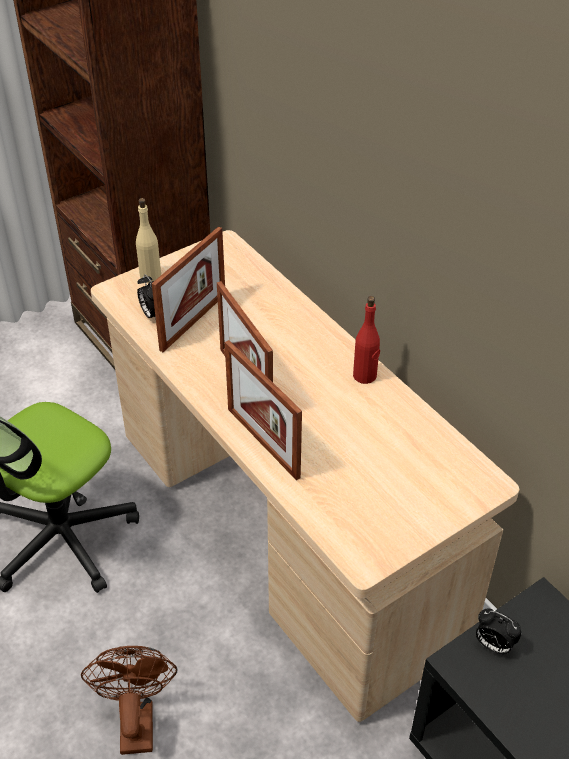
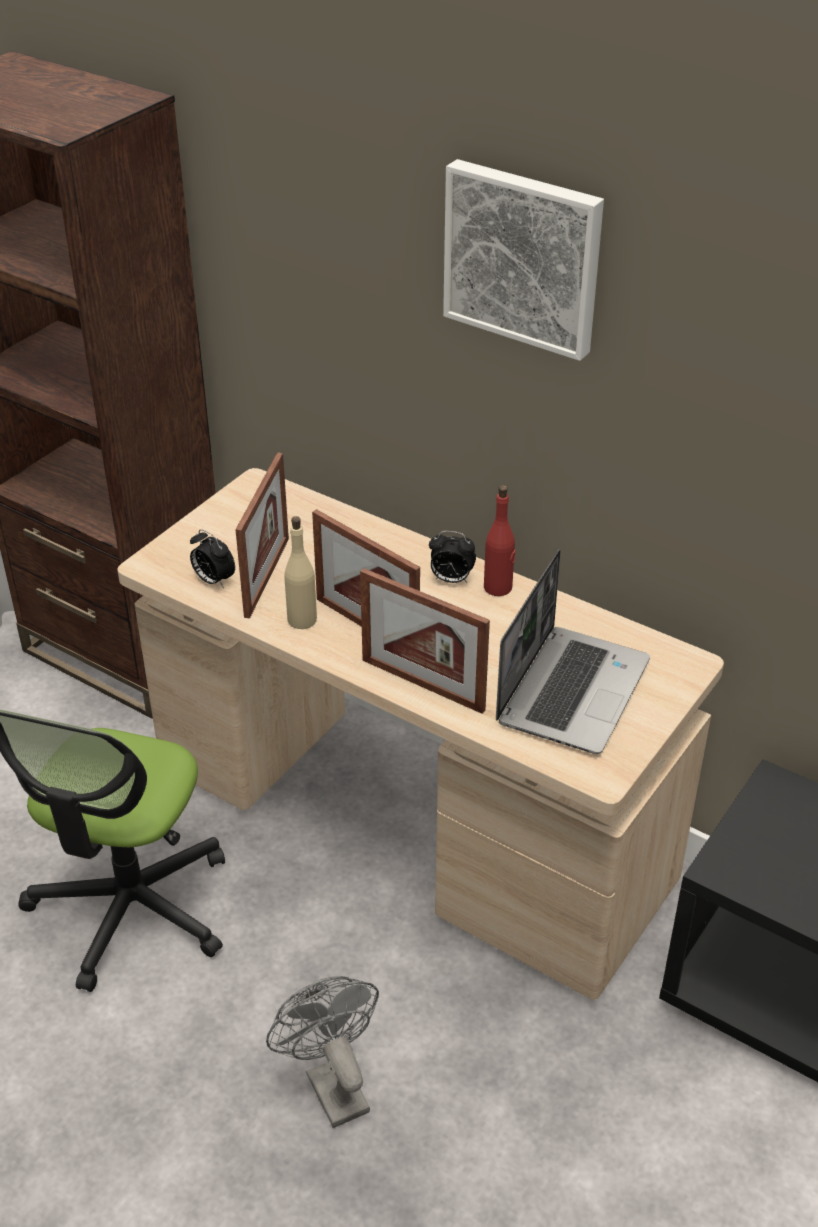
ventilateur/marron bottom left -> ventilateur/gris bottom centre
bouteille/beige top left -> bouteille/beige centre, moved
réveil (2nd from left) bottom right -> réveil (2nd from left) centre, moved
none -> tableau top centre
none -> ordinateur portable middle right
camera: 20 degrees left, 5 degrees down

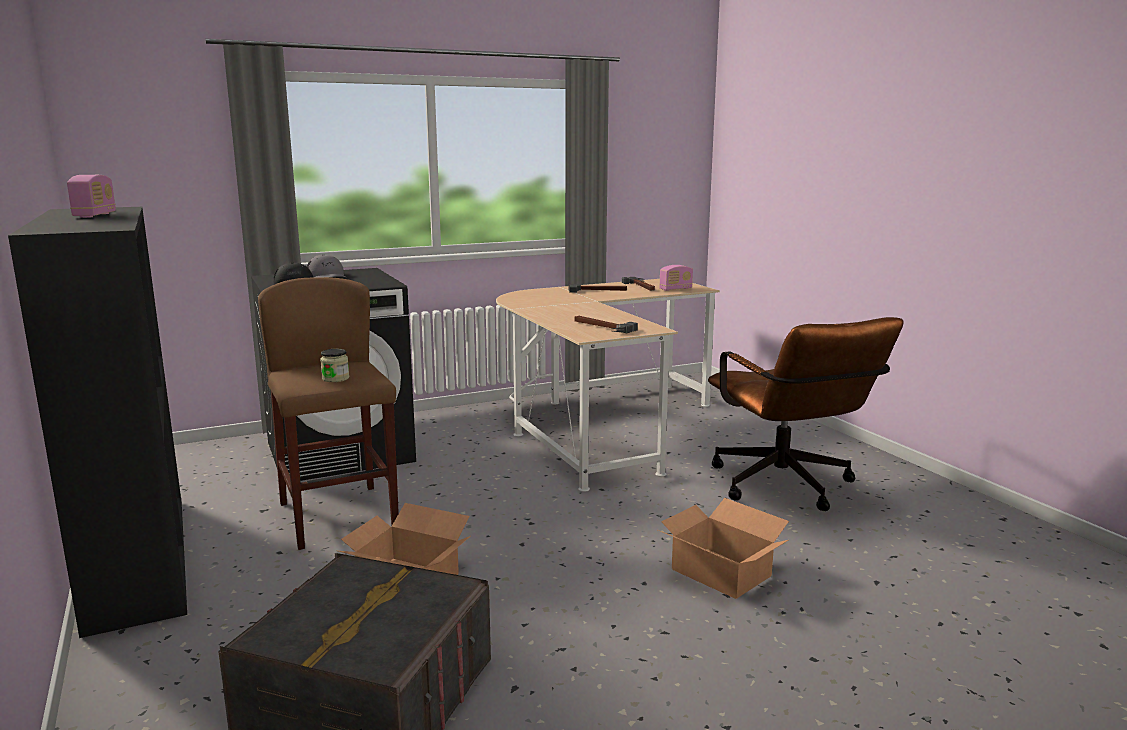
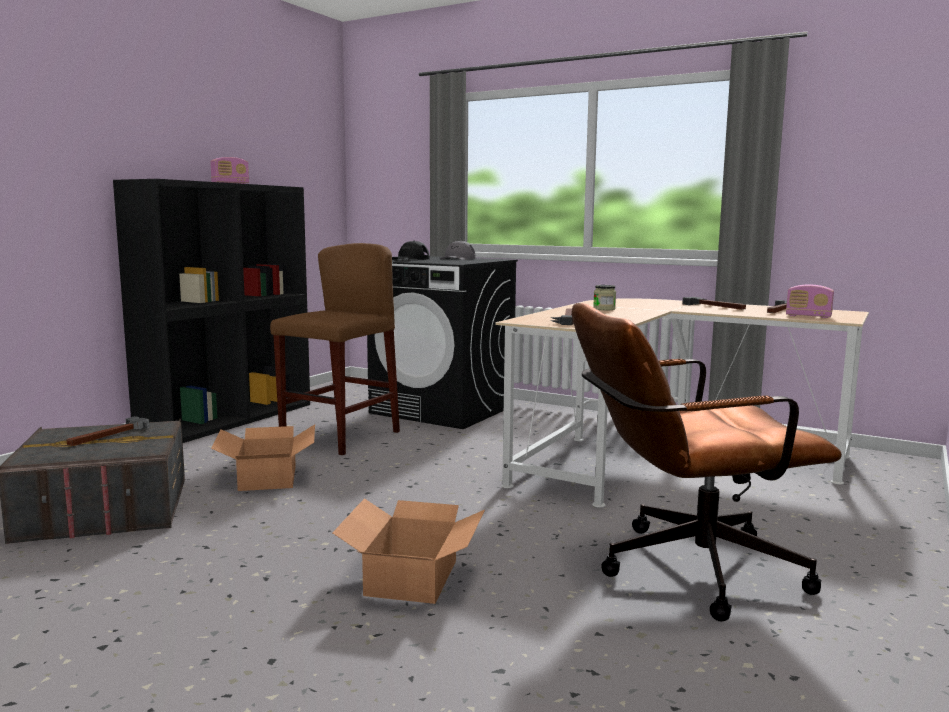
bocal middle left -> bocal centre, moved
chaise de bureau/marron middle right, 45 degrees clockwise
none -> marteau (1st from left) middle left
camera: 55 degrees right, 5 degrees down

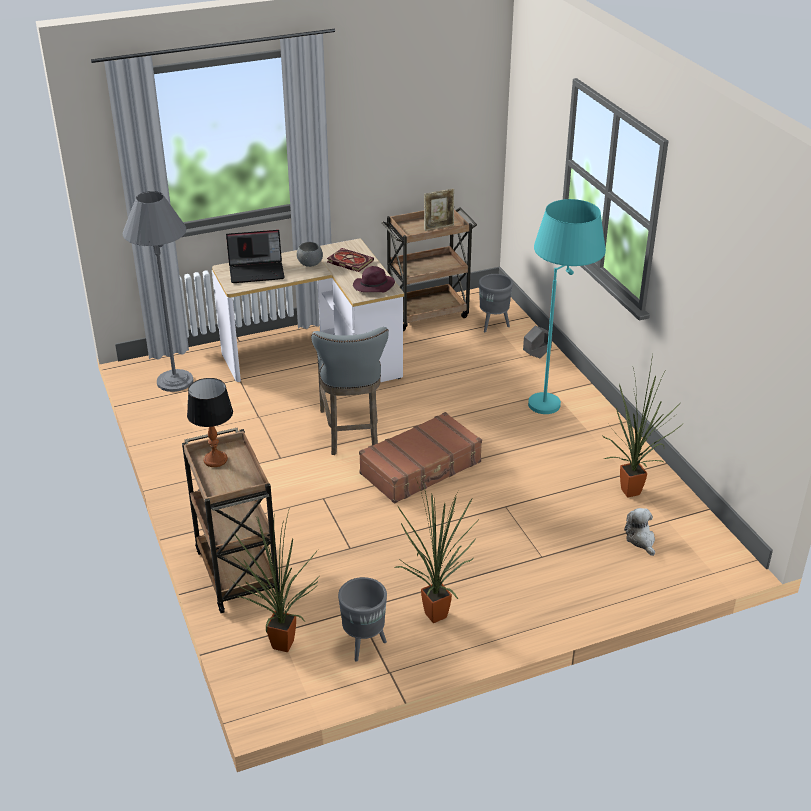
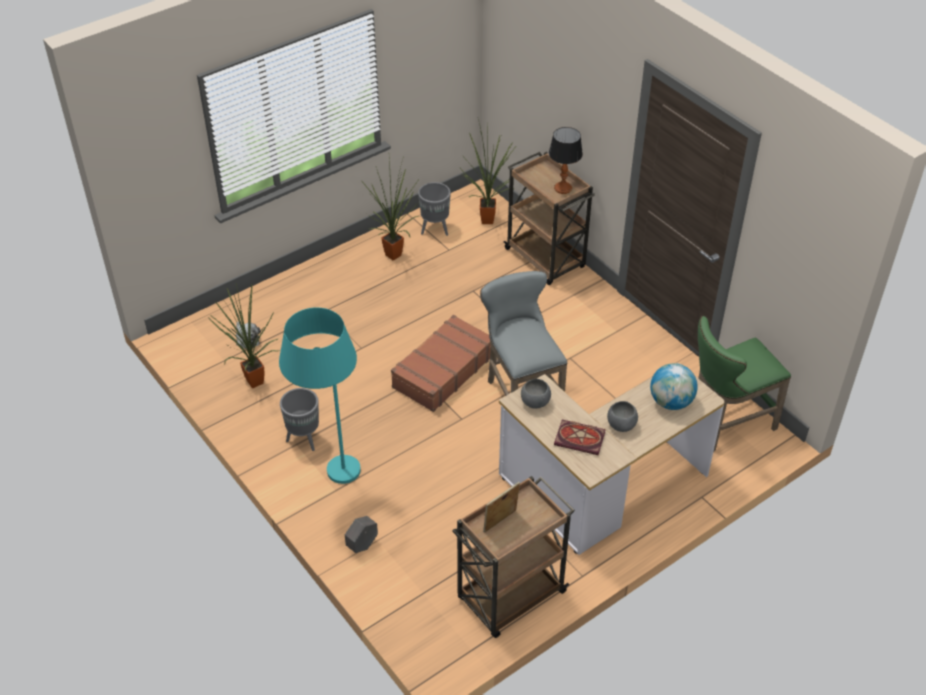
lampadaire/gris middle left -> tabouret/vert middle right
ordinateur portable top left -> globe middle right
chapeau/violet centre -> bol/gris (1st from left) centre
cache-pot/gris (2nd from left in the first image) centre -> cache-pot/gris (1st from left) middle left, moved
camera: 165 degrees right, 10 degrees up

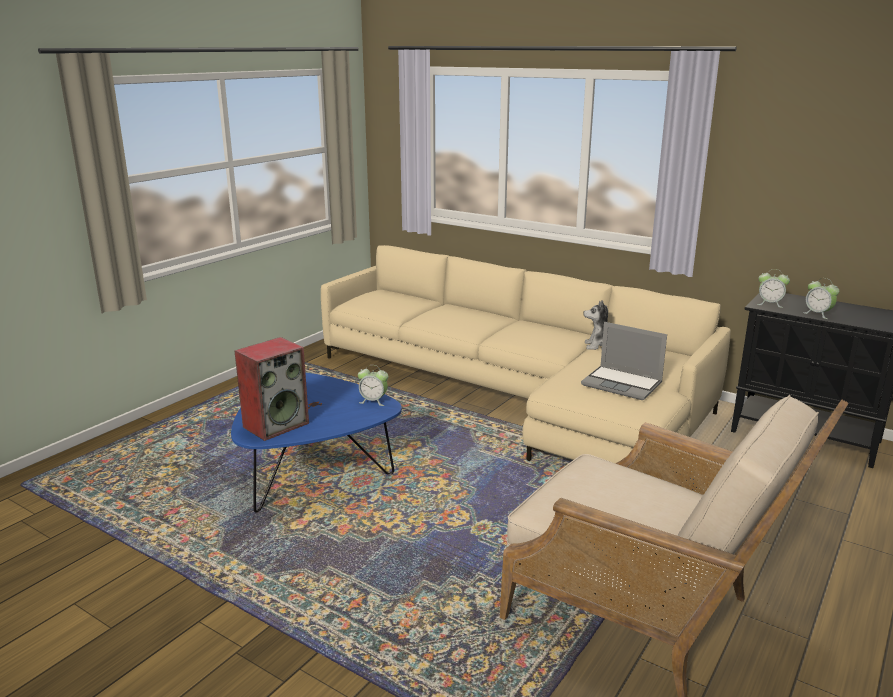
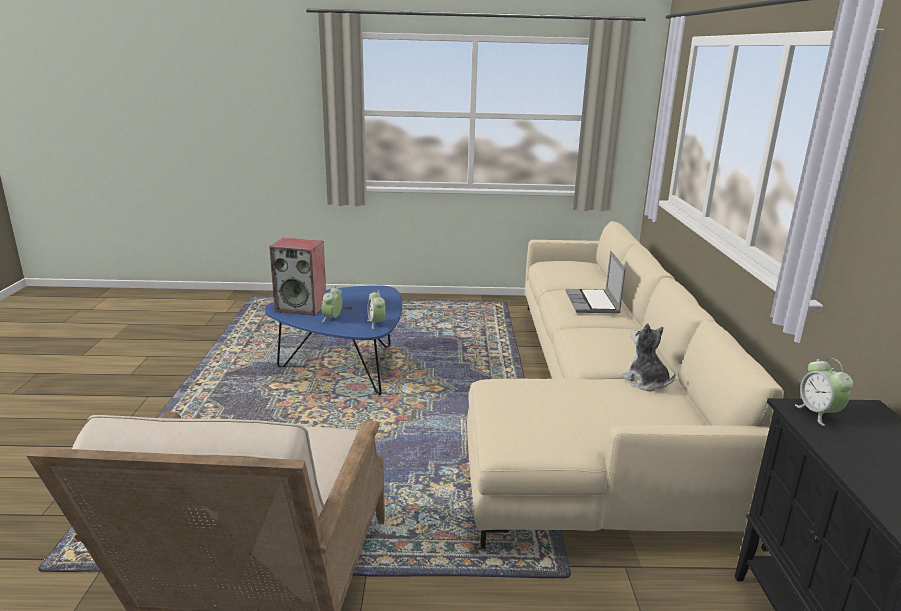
ordinateur portable middle right -> ordinateur portable centre, moved
réveil (3rd from left in the first image) middle right -> réveil (1st from left) centre, moved
camera: 55 degrees right, 0 degrees up

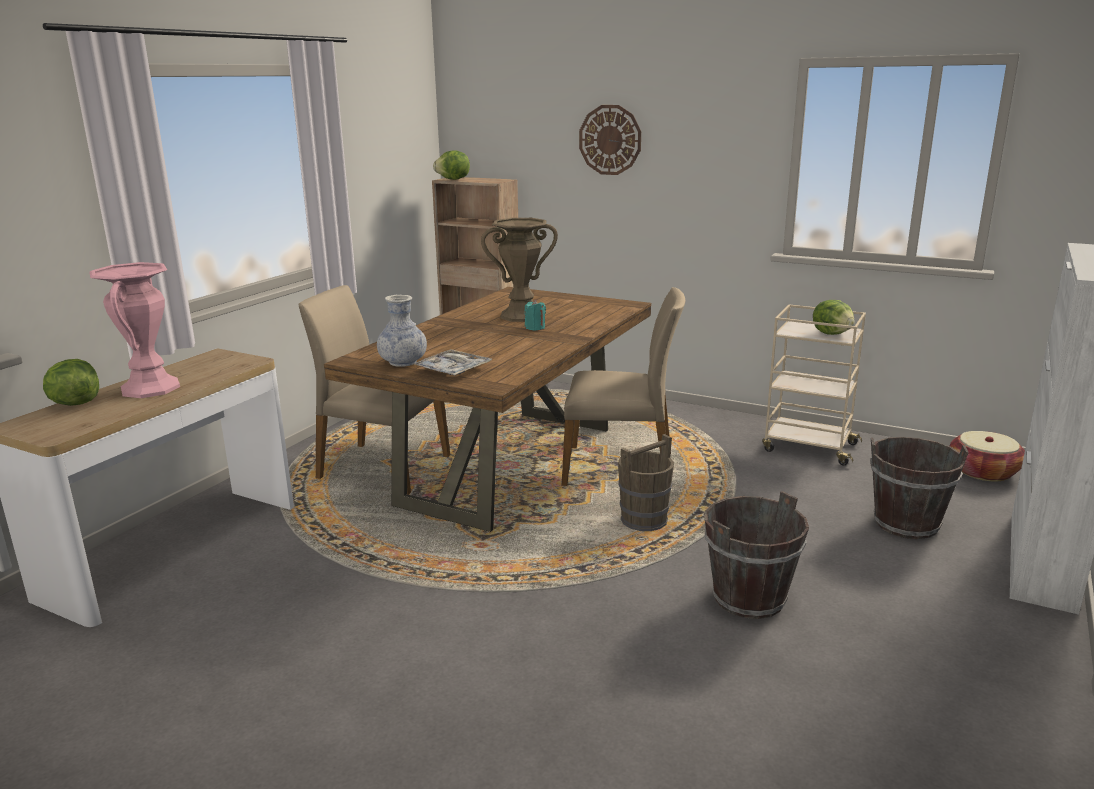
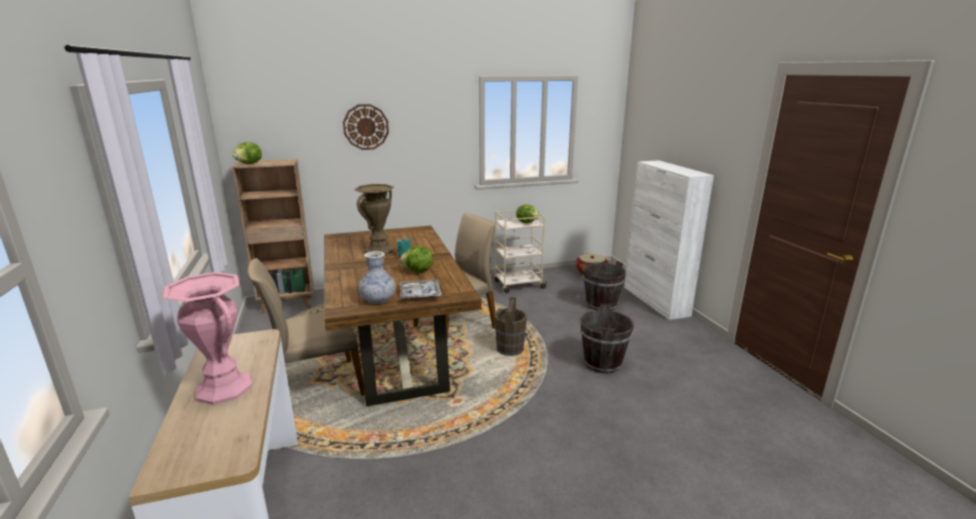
laitue (1st from left in the first image) middle left -> laitue (2nd from left) centre, moved
camera: 45 degrees left, 0 degrees up

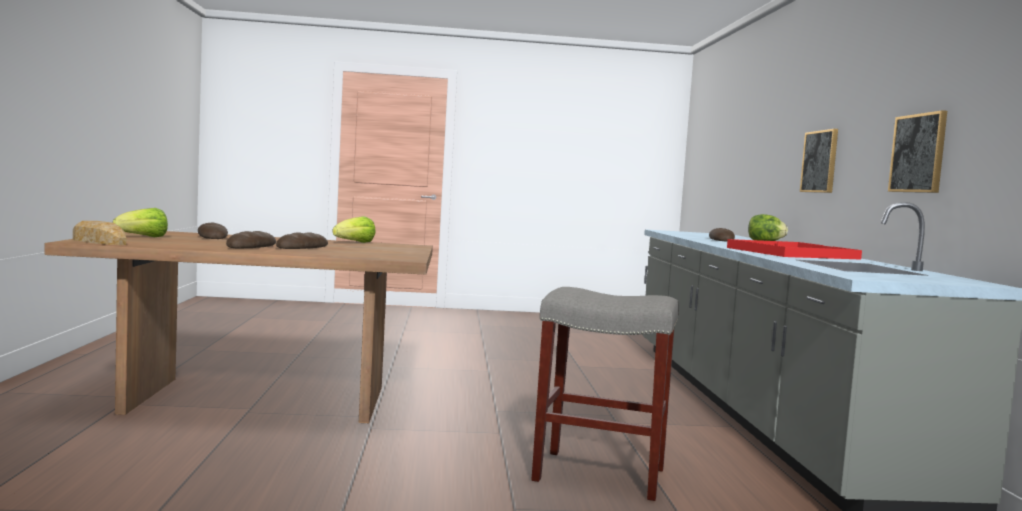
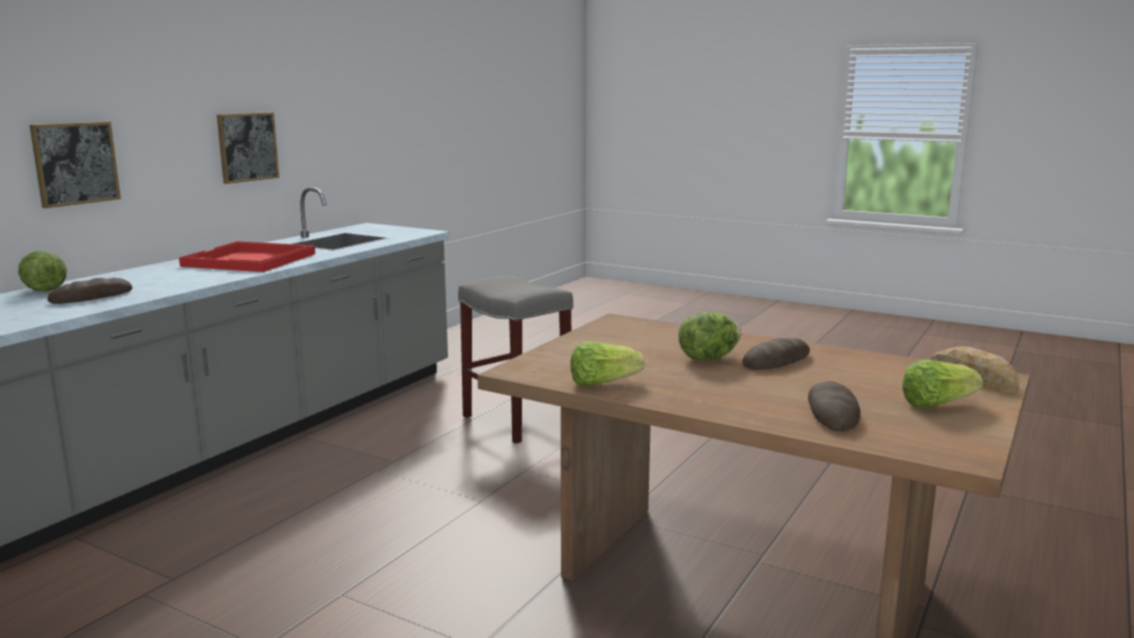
pain (4th from left) middle left -> laitue (3rd from left) centre
camera: 145 degrees left, 10 degrees up

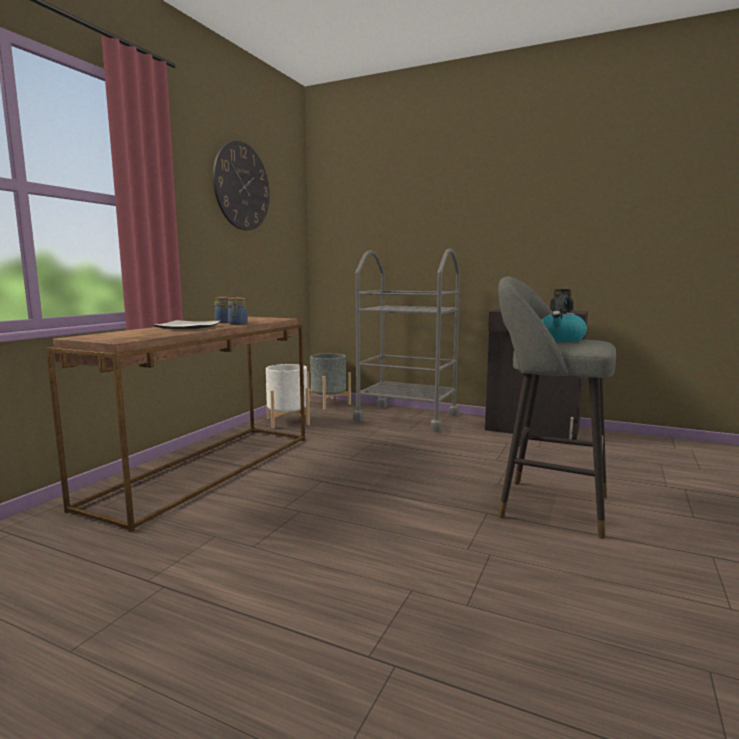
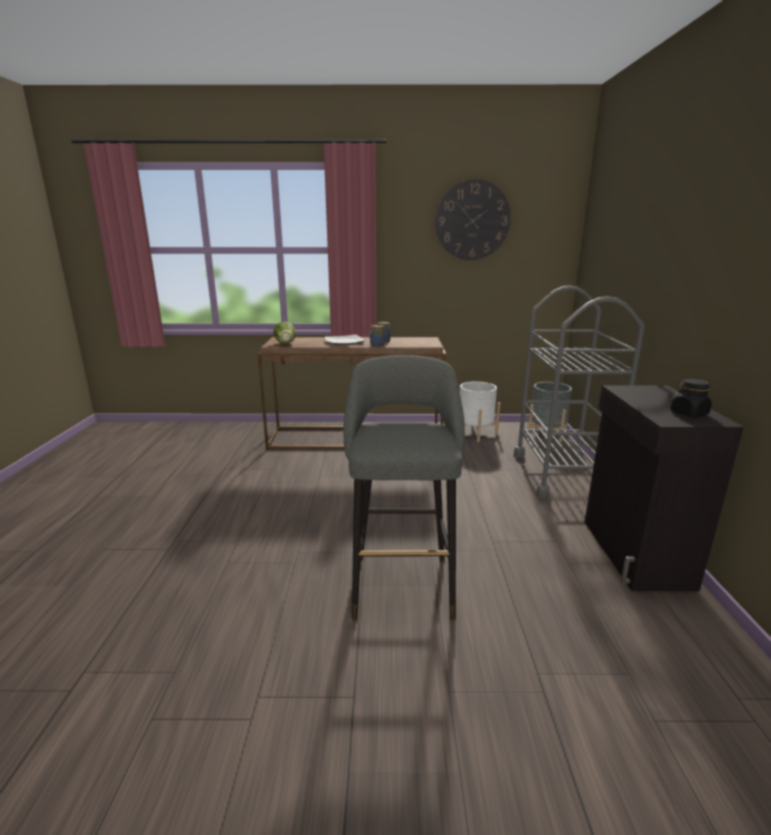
bouilloire middle right -> none
none -> laitue centre
camera: 65 degrees right, 10 degrees up

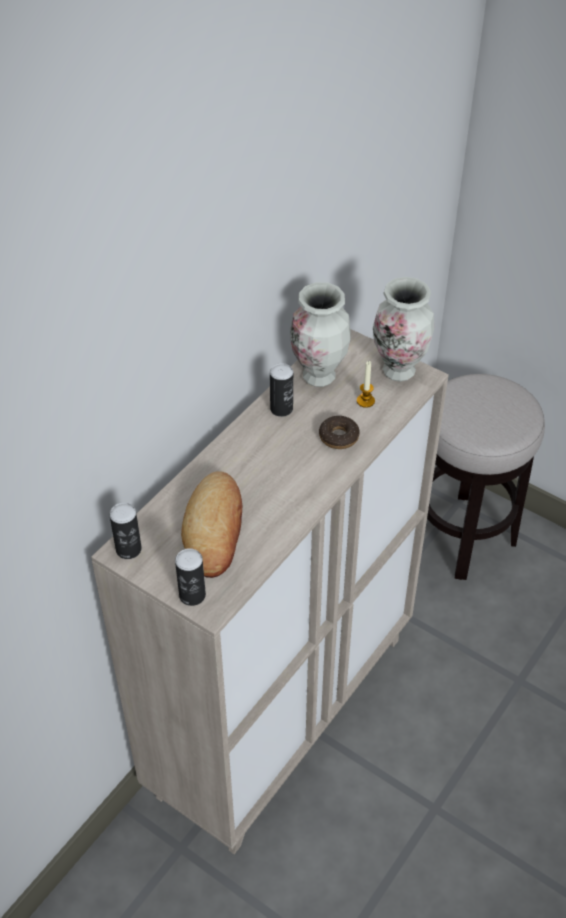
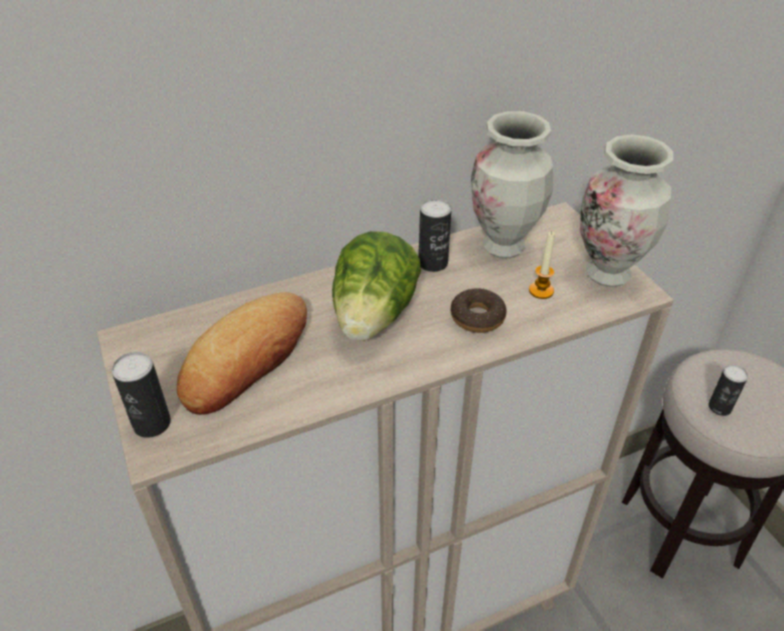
boîte métallique (1st from left in the first image) middle left -> boîte métallique (3rd from left) middle right, moved
none -> laitue centre
camera: 30 degrees right, 5 degrees down

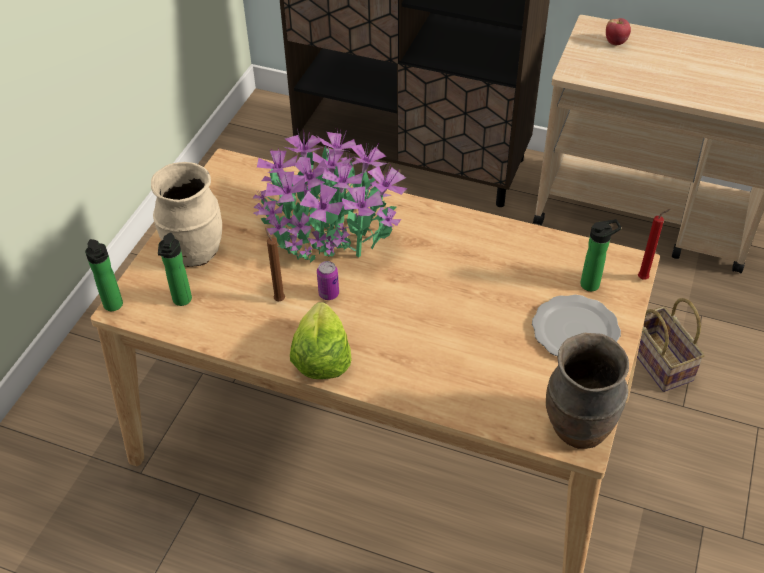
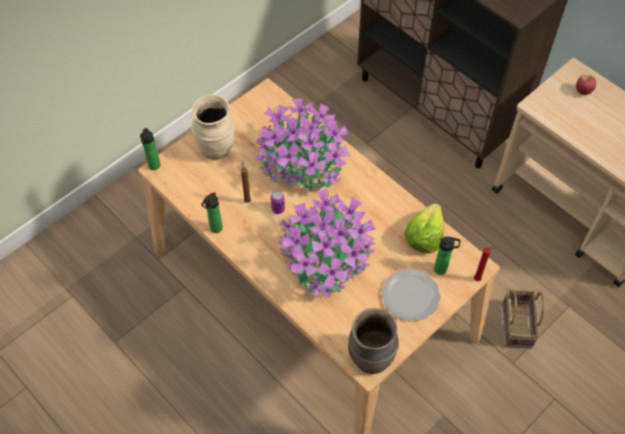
bouteille (2nd from left) middle left -> bouteille (2nd from left) centre, moved
laitue centre -> laitue middle right, moved
none -> plante en pot (2nd from left) centre
camera: 25 degrees right, 10 degrees up

